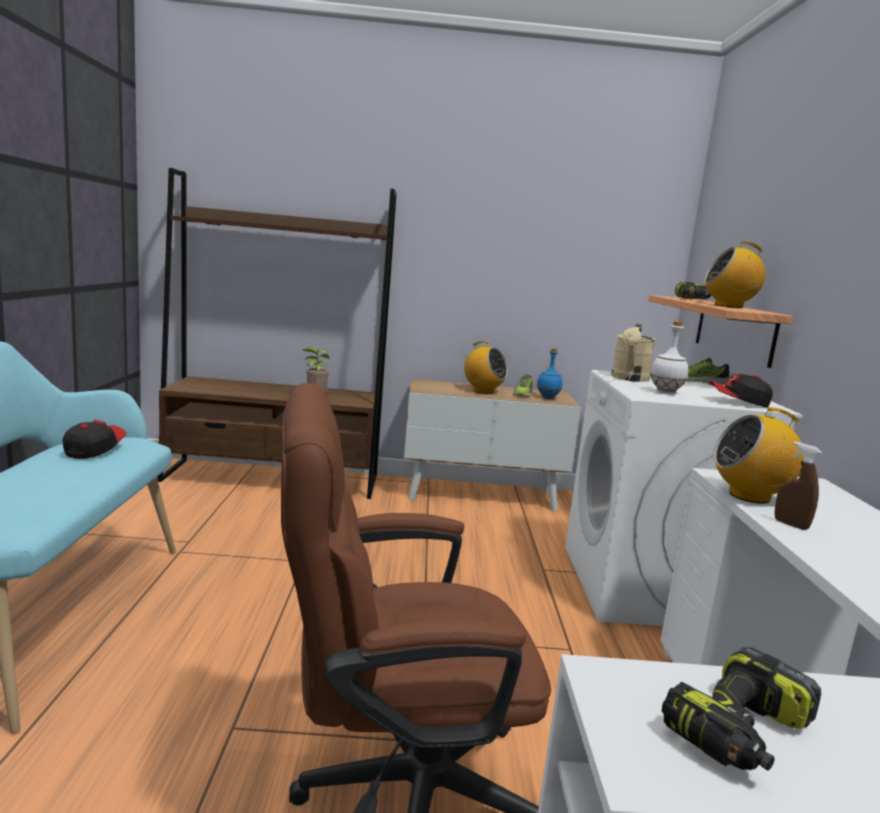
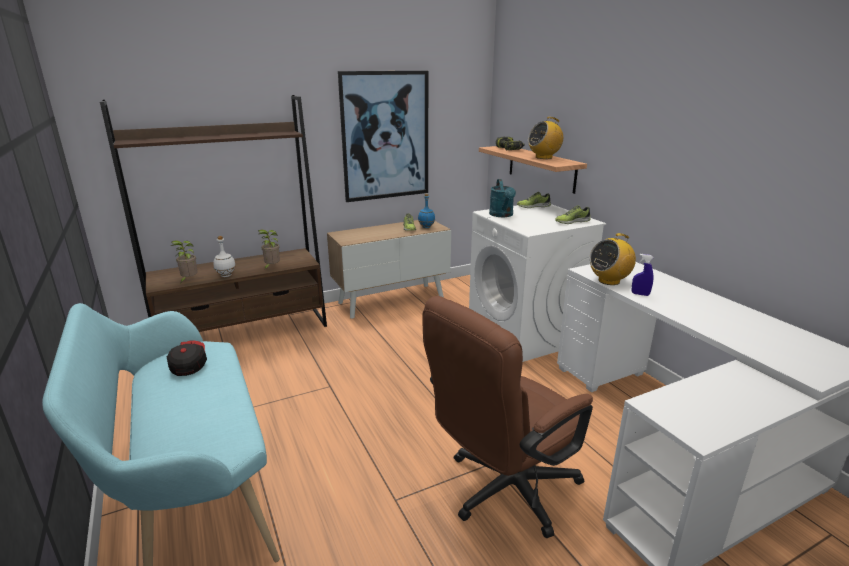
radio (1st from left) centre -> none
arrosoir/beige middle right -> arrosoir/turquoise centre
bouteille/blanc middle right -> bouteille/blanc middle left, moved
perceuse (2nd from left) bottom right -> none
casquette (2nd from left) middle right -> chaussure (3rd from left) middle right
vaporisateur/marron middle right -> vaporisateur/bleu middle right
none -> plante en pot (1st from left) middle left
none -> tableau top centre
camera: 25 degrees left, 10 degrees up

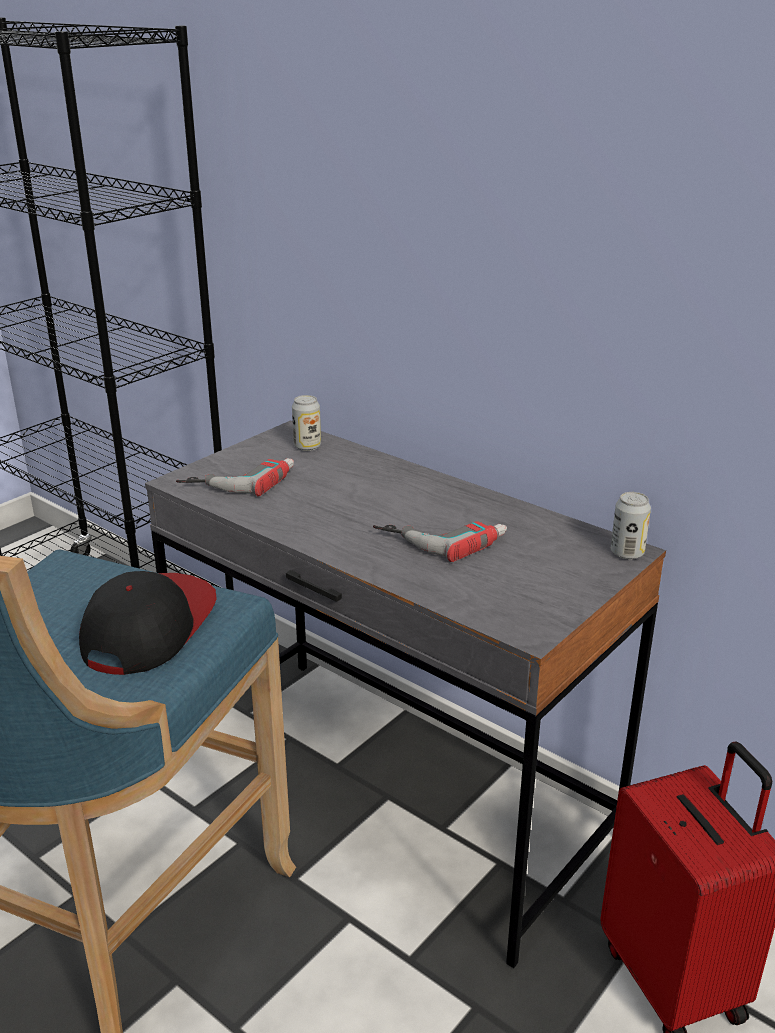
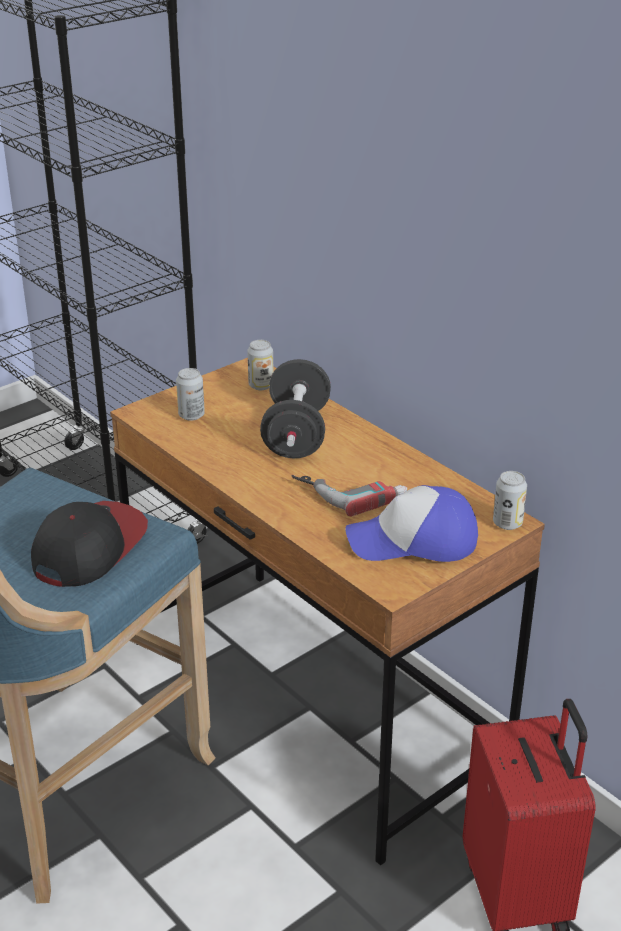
bureau/gris bottom centre -> bureau/marron centre
perceuse (1st from left) middle left -> boîte métallique (1st from left) middle left
none -> haltère/noir centre
none -> casquette (2nd from left) centre
camera: 10 degrees right, 5 degrees up

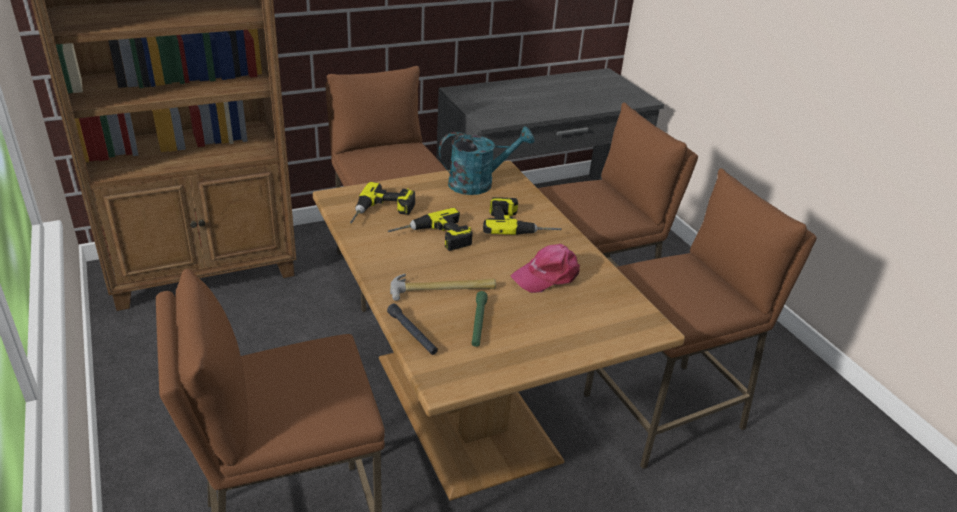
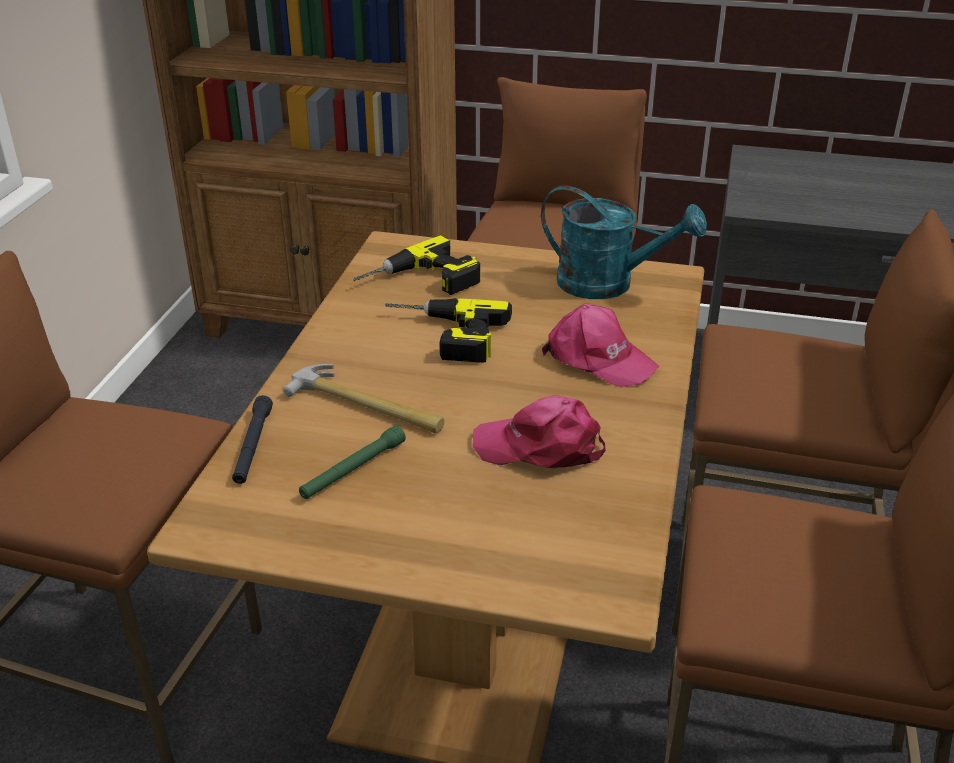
perceuse (3rd from left) centre -> casquette/rose (2nd from left) centre
camera: 40 degrees right, 0 degrees up

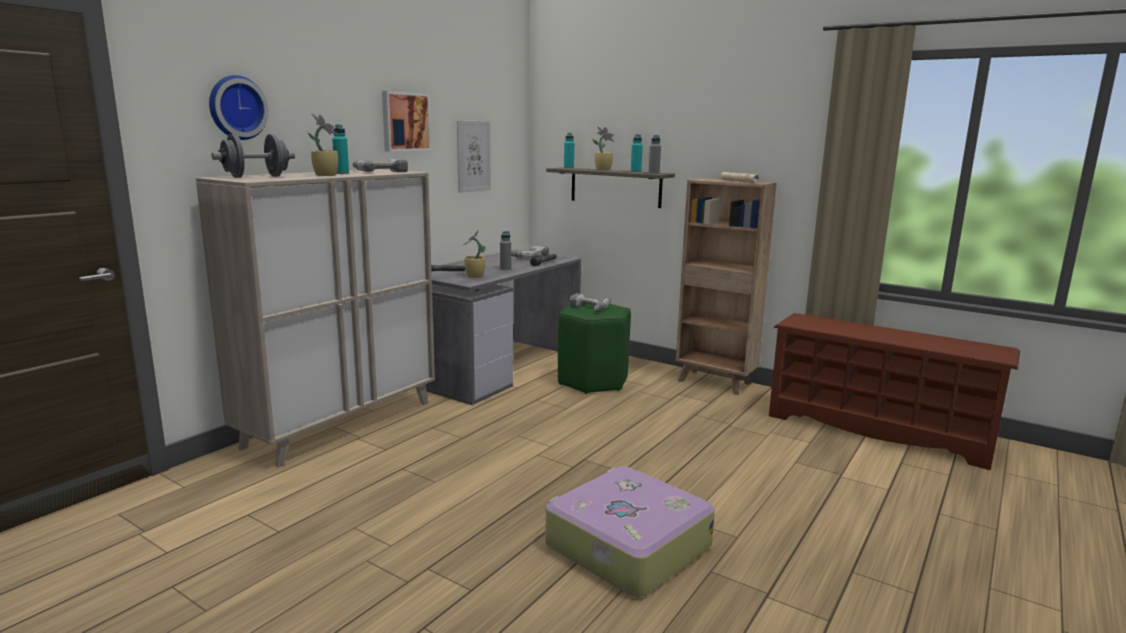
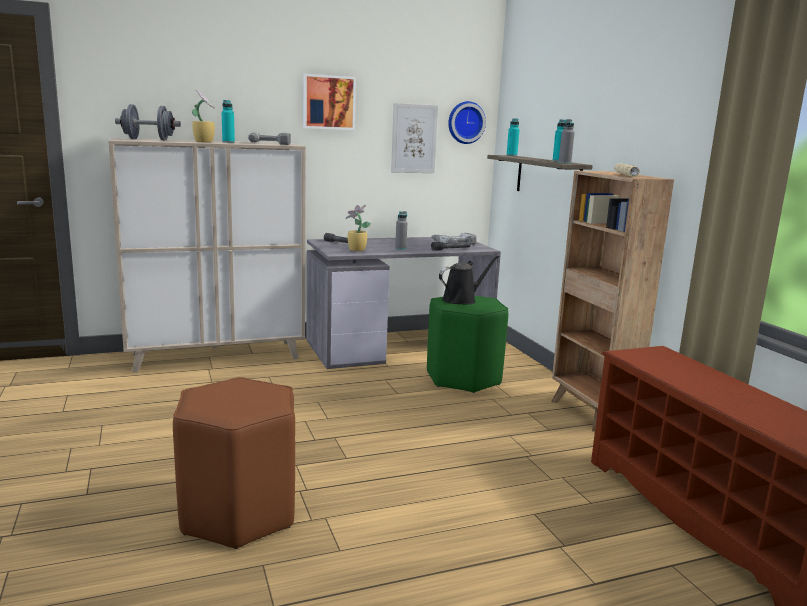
horloge murale top left -> horloge murale top centre, moved
valise bottom centre -> tabouret/marron bottom left
perceuse (3rd from left) centre -> arrosoir/noir centre
plante en pot (3rd from left) top centre -> none
camera: 35 degrees right, 0 degrees up

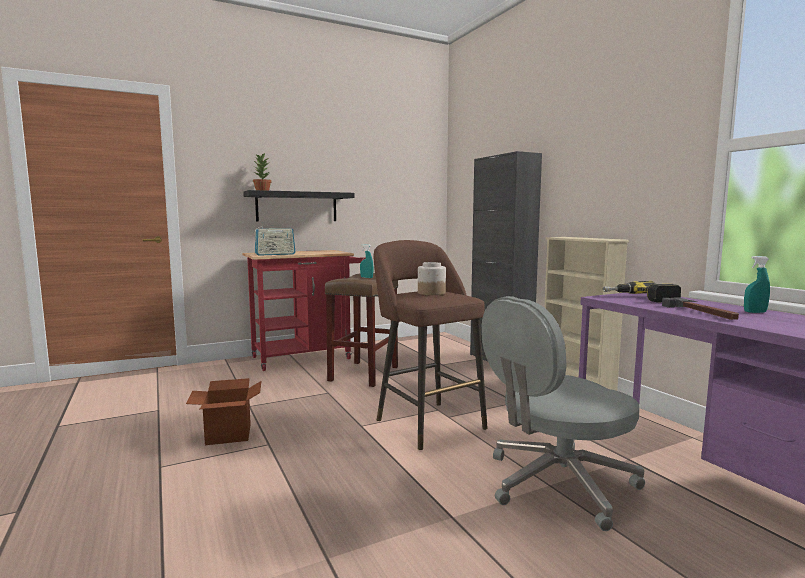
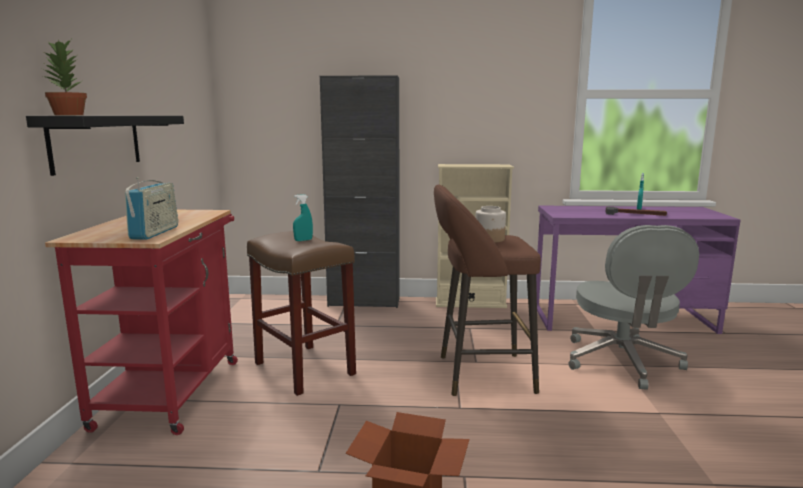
perceuse middle right -> none
camera: 60 degrees left, 5 degrees up

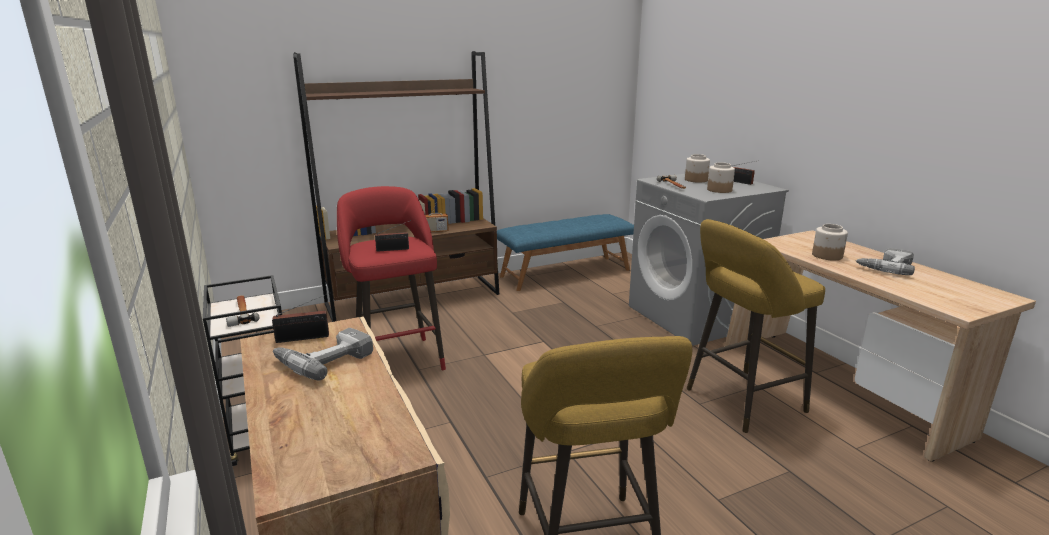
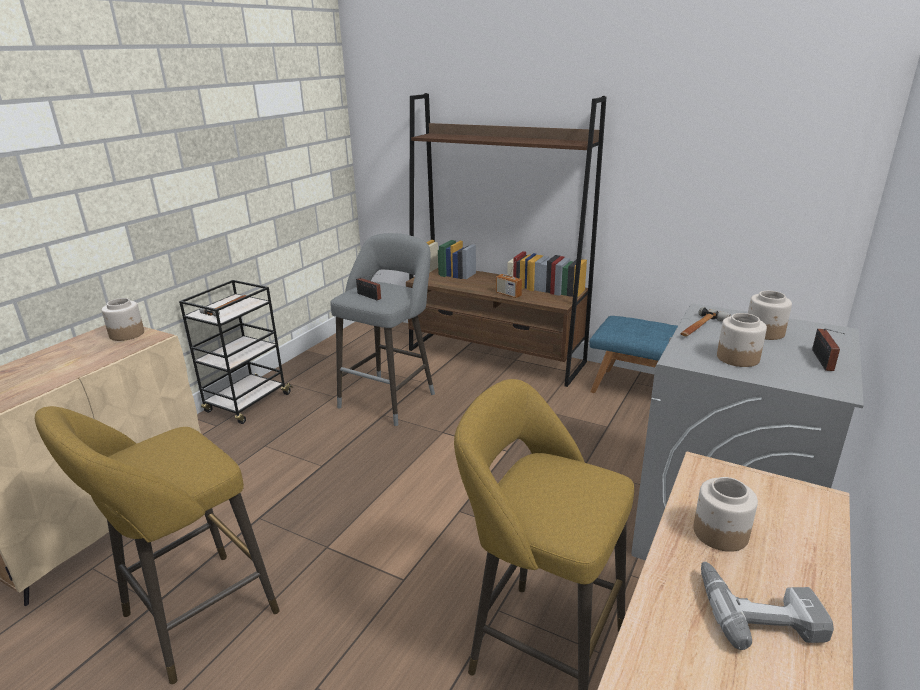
radio (1st from left) middle left -> bocal (1st from left) middle left
perceuse (1st from left) middle left -> none
tabouret/rouge centre -> tabouret/gris centre
camera: 55 degrees right, 5 degrees up

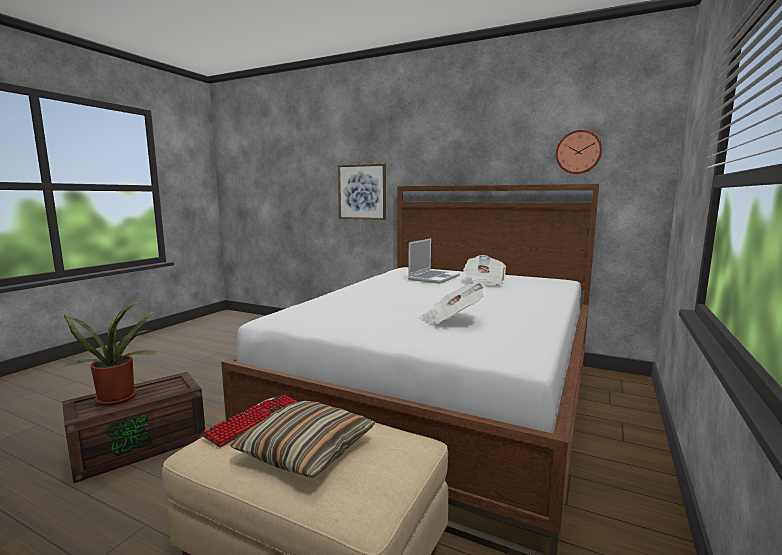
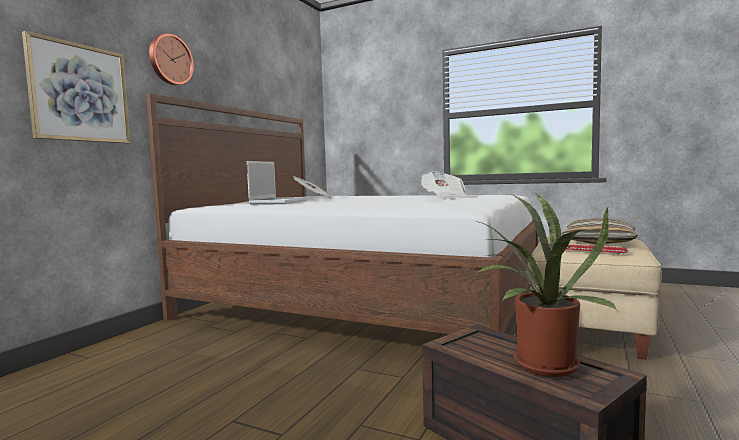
ordinateur portable centre, 75 degrees clockwise
horloge murale top right -> horloge murale top left, moved
camera: 90 degrees left, 5 degrees down

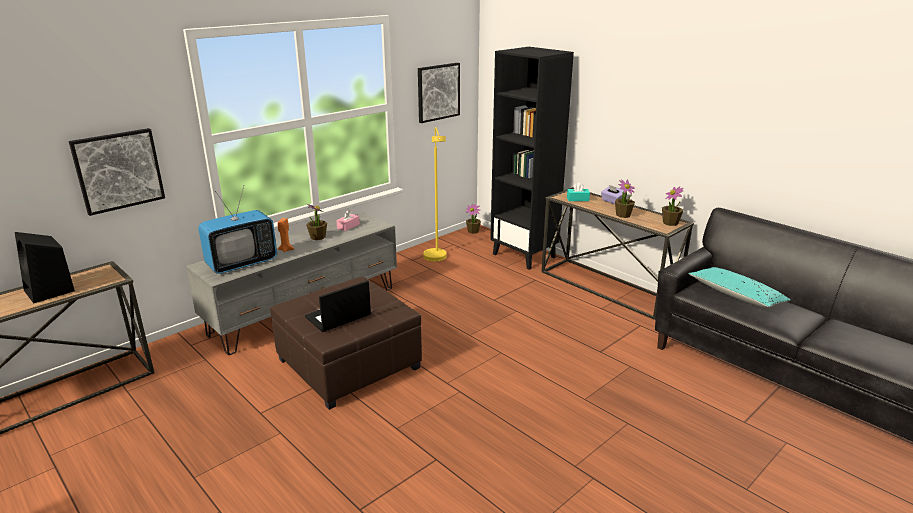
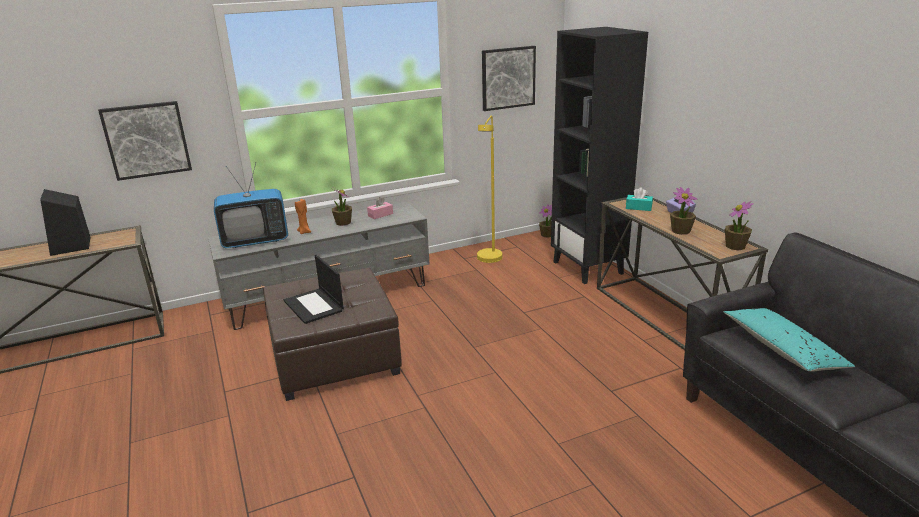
ordinateur portable centre, 105 degrees counterclockwise
camera: 20 degrees right, 0 degrees up

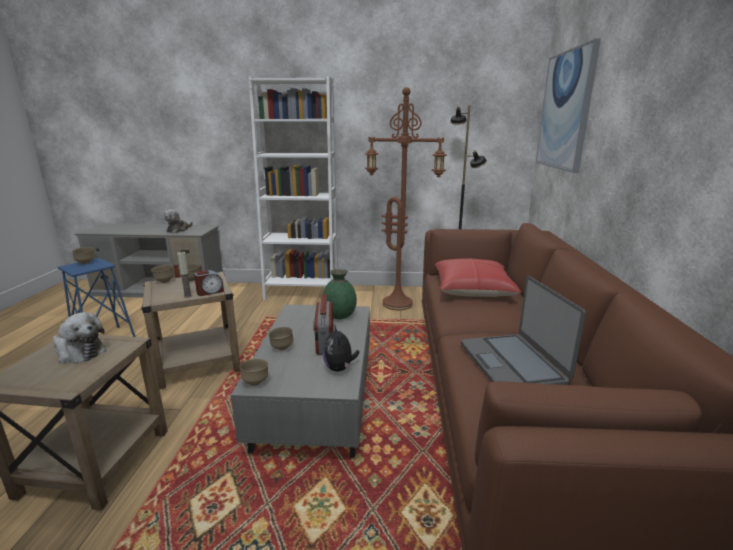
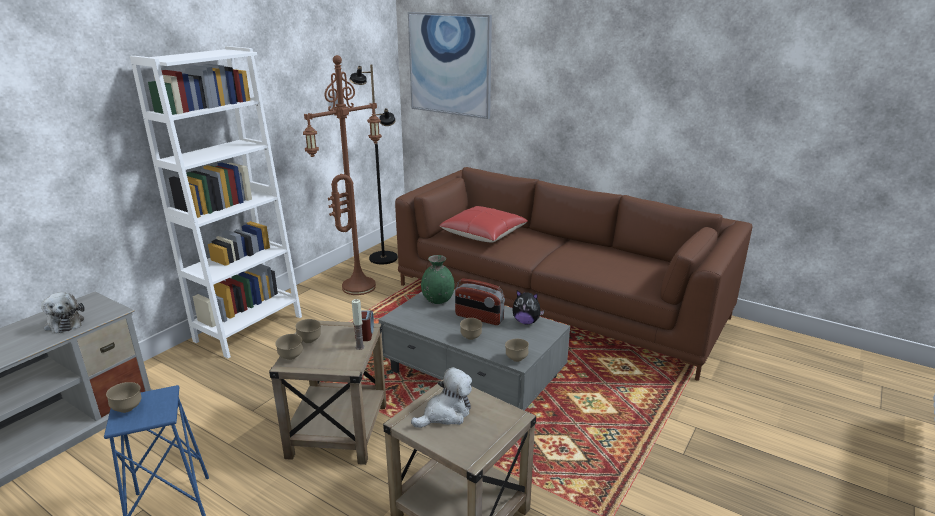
ordinateur portable middle right -> none
camera: 60 degrees left, 5 degrees up

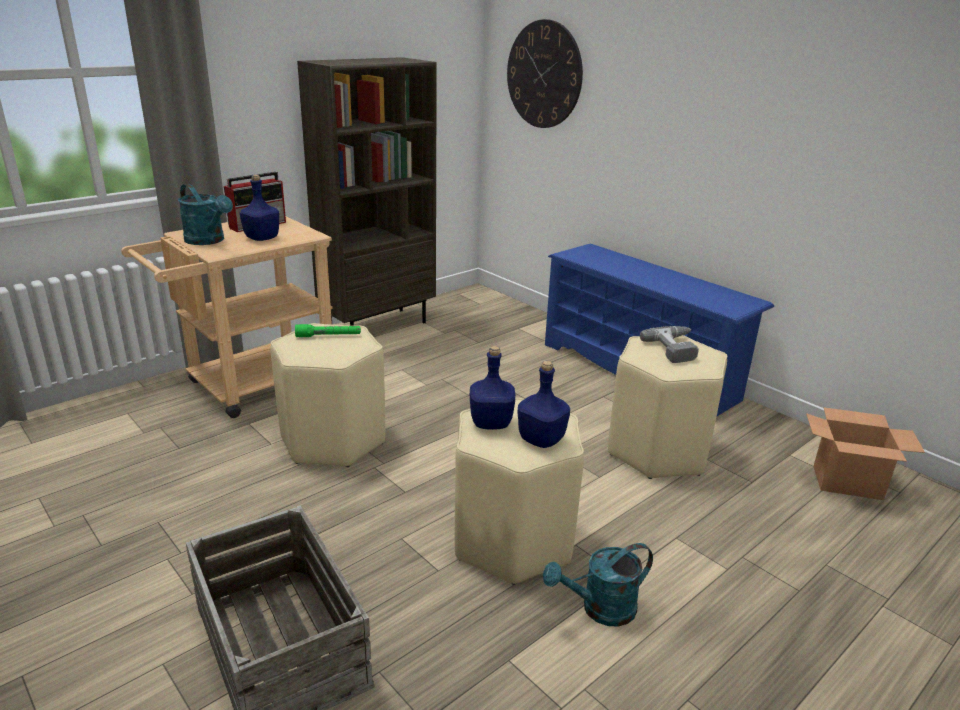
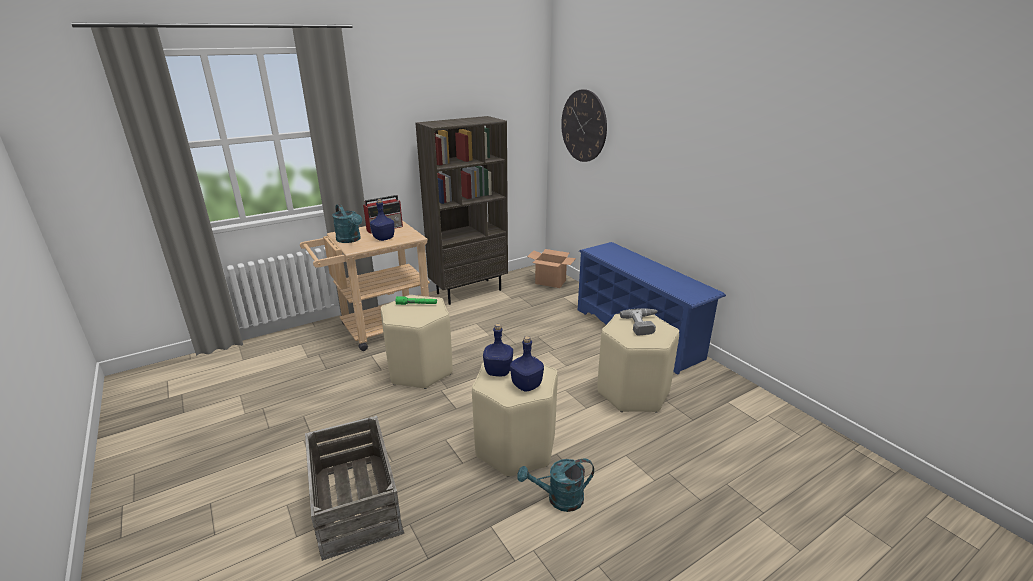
carton middle right -> carton centre, moved
camera: 10 degrees right, 0 degrees up

